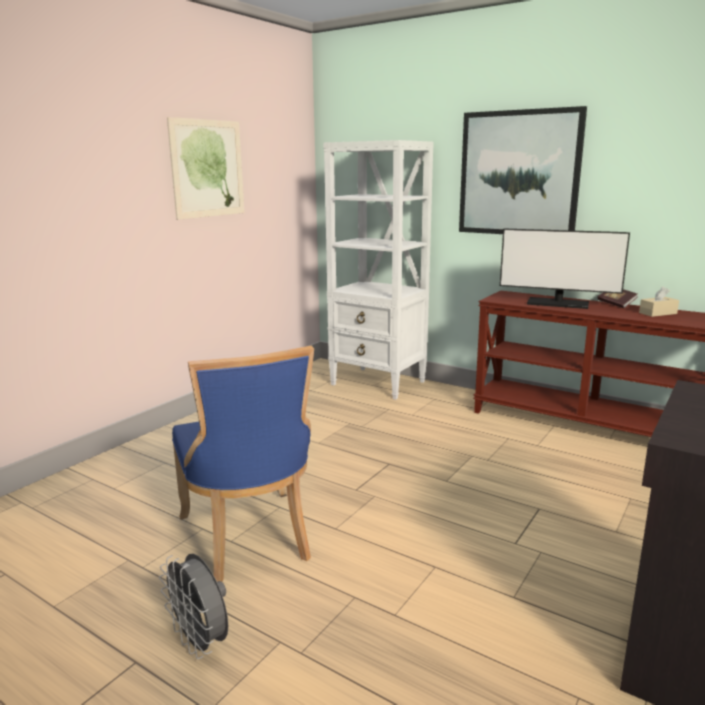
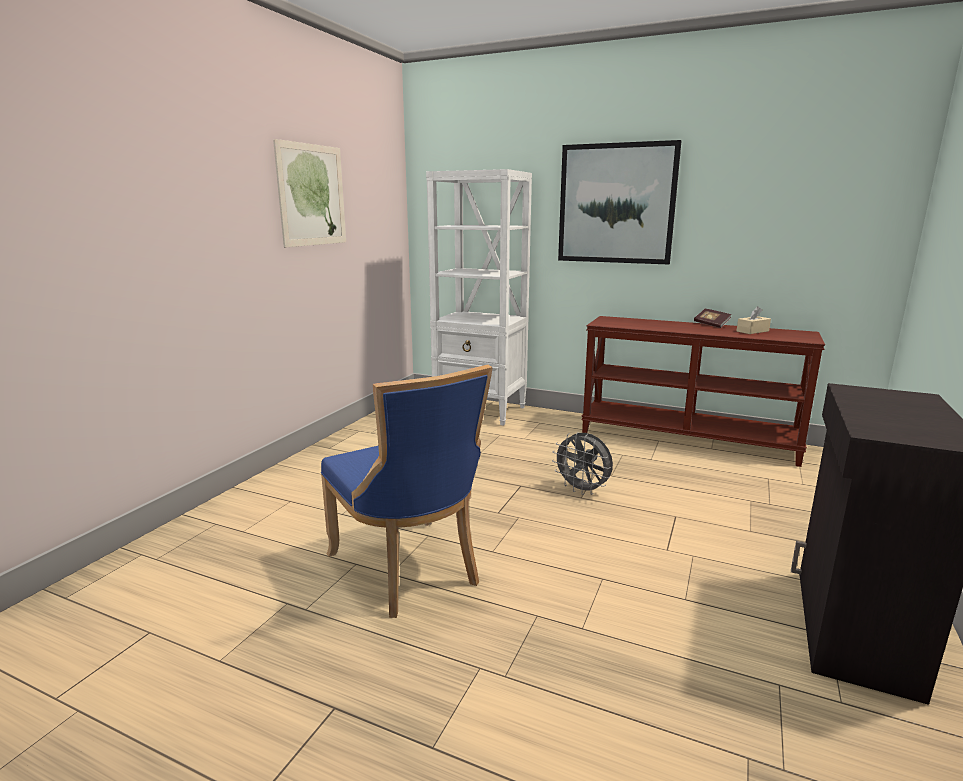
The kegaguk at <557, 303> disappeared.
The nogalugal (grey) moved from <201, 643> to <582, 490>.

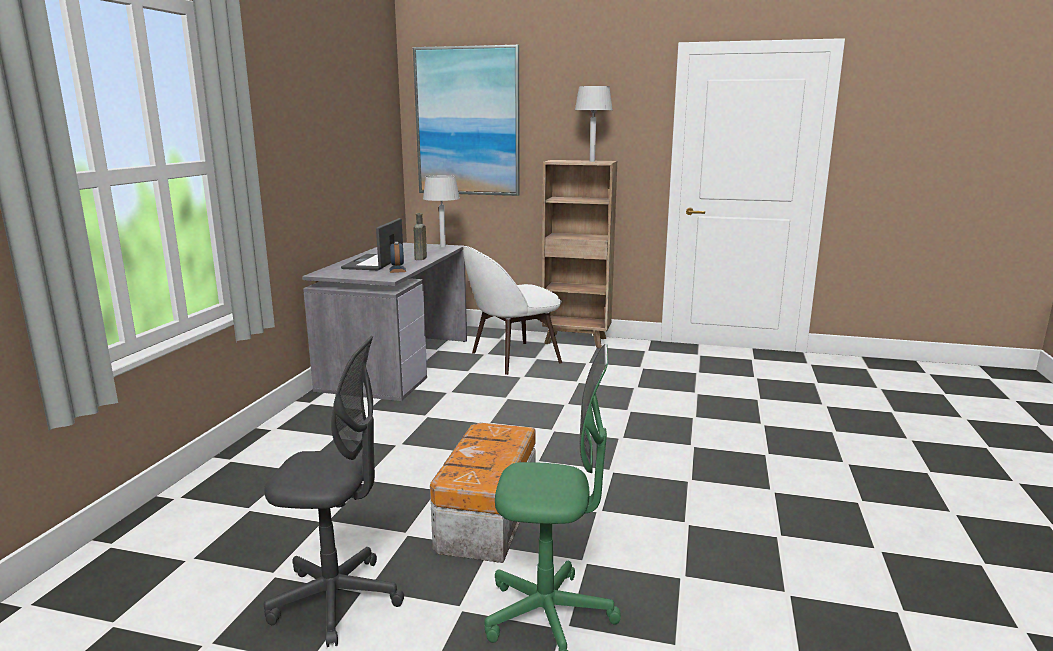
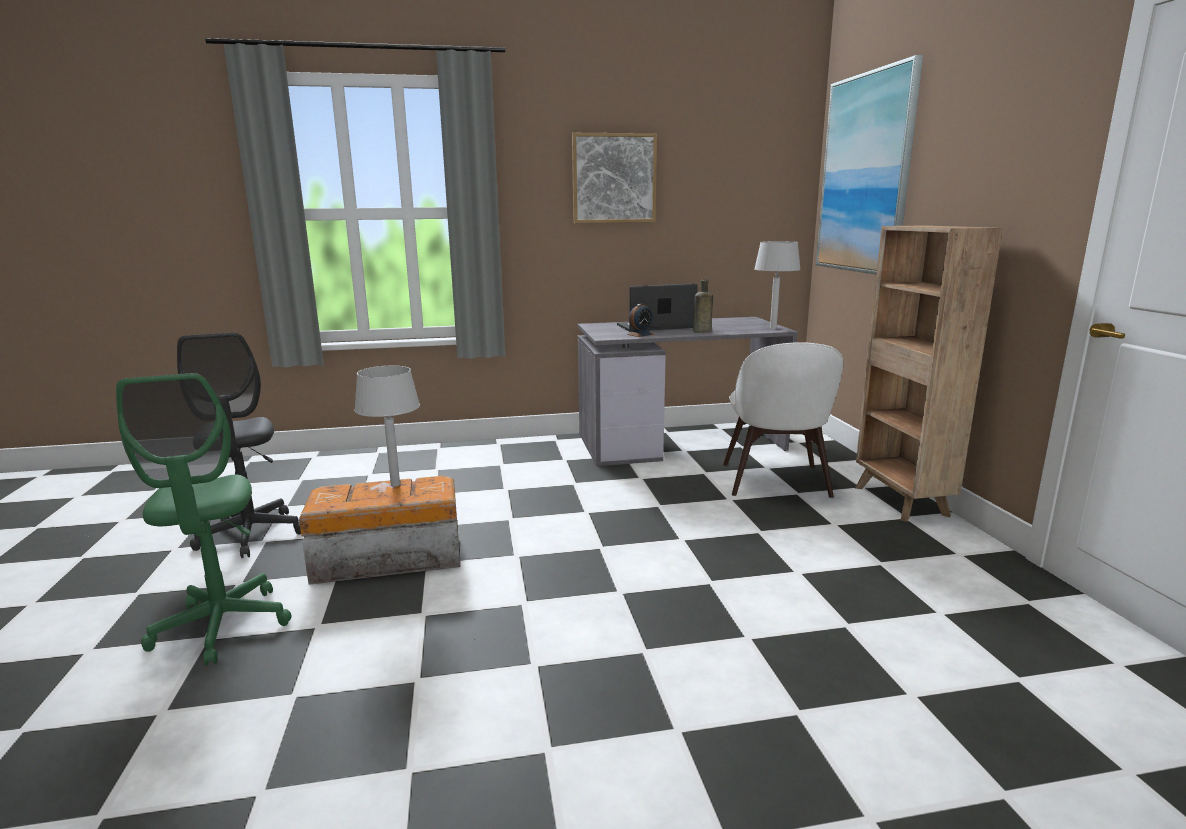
The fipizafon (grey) moved from <592, 161> to <394, 484>.
The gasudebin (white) at <512, 358> turned 120 degrees counterclockwise.
The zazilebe at <614, 178> appeared.

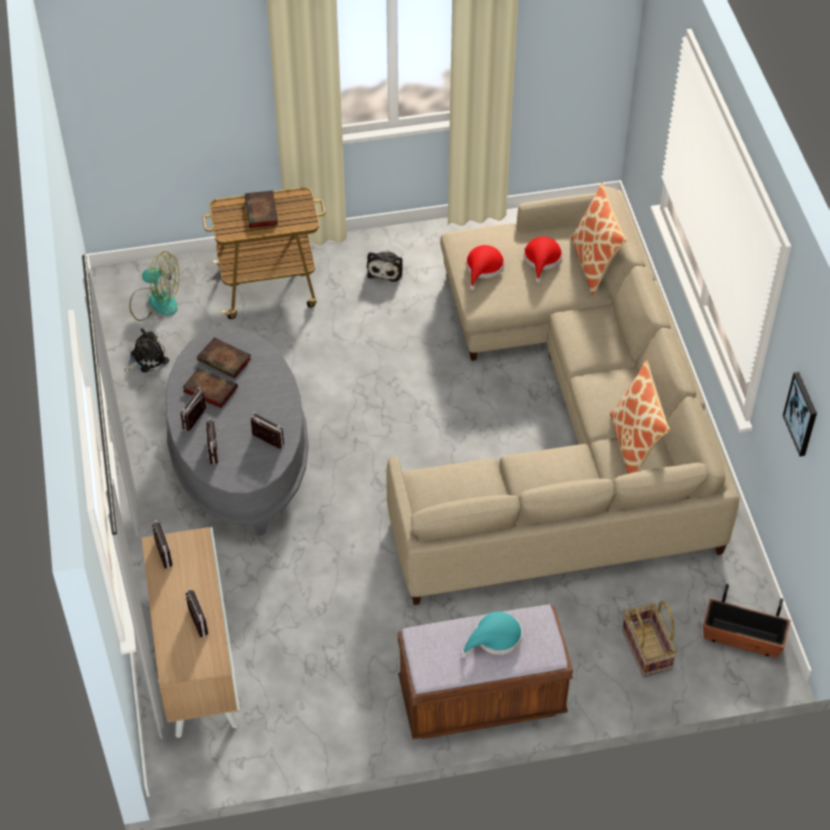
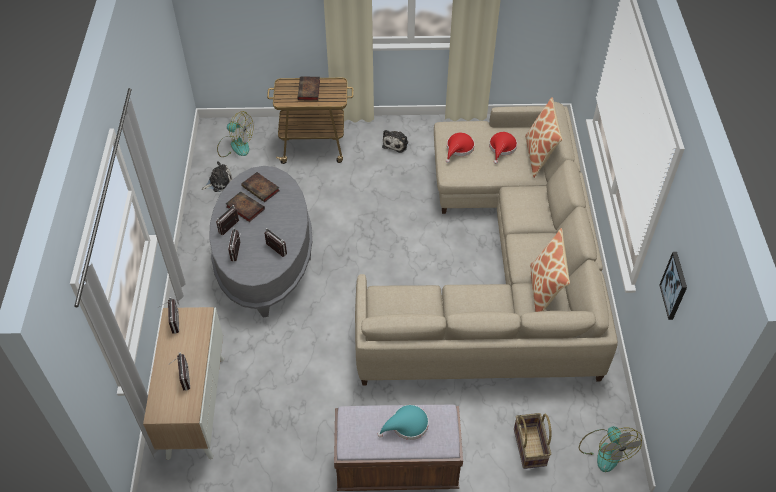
The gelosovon at <742, 638> was replaced by the nogalugal at <605, 450>.

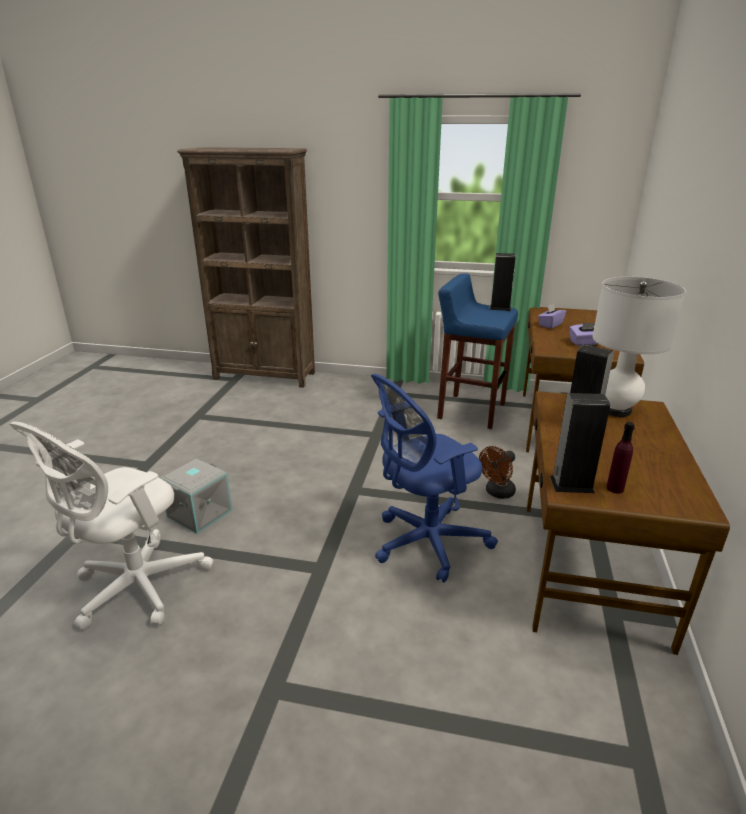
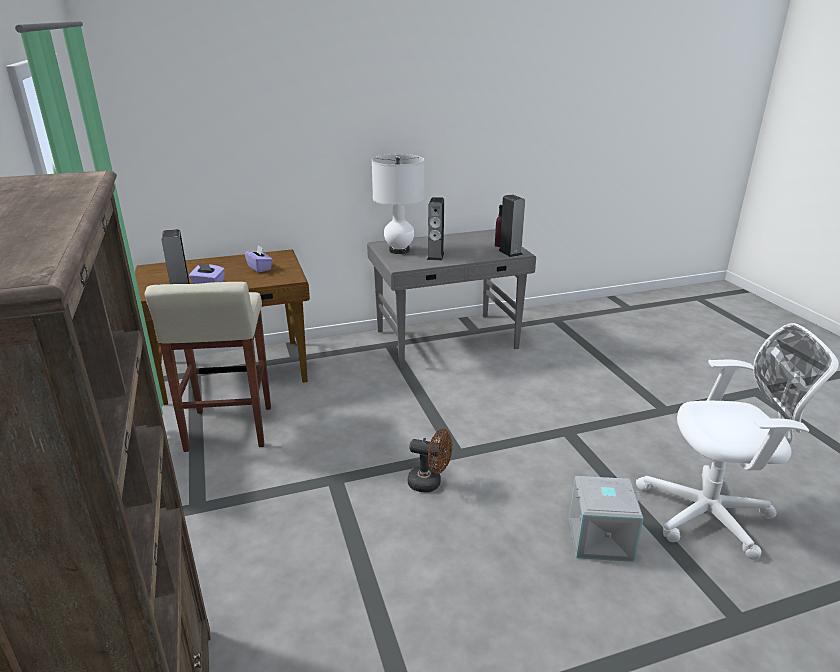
The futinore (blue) at <470, 411> became the futinore (beige) at <229, 429>.
The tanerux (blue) at <425, 543> disappeared.
The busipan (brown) at <588, 570> became the busipan (grey) at <447, 340>.
The nogalugal (brown) moved from <497, 493> to <430, 483>.

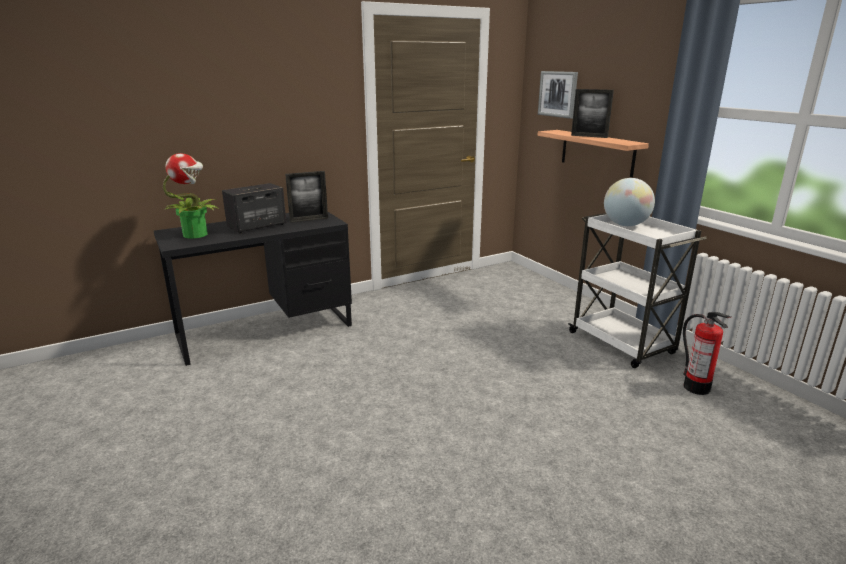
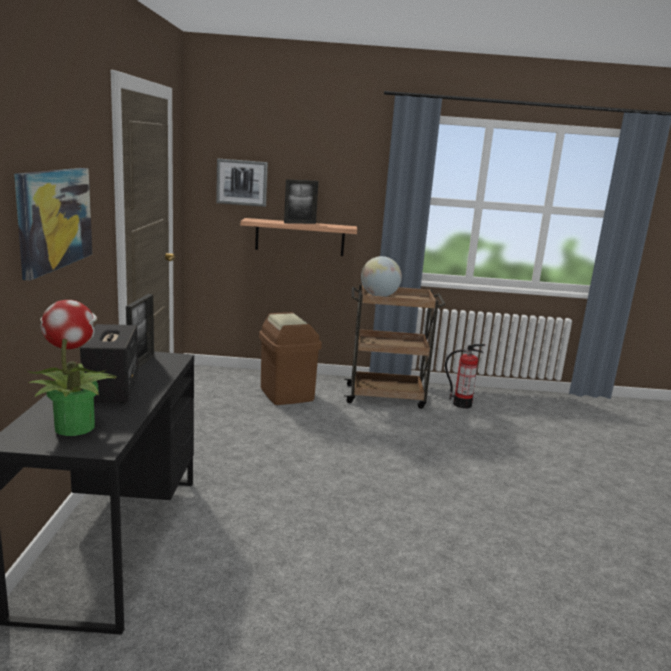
The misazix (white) at <622, 344> became the misazix (brown) at <386, 396>.
The zazilebe at <54, 219> appeared.
The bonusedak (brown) at <286, 394> appeared.

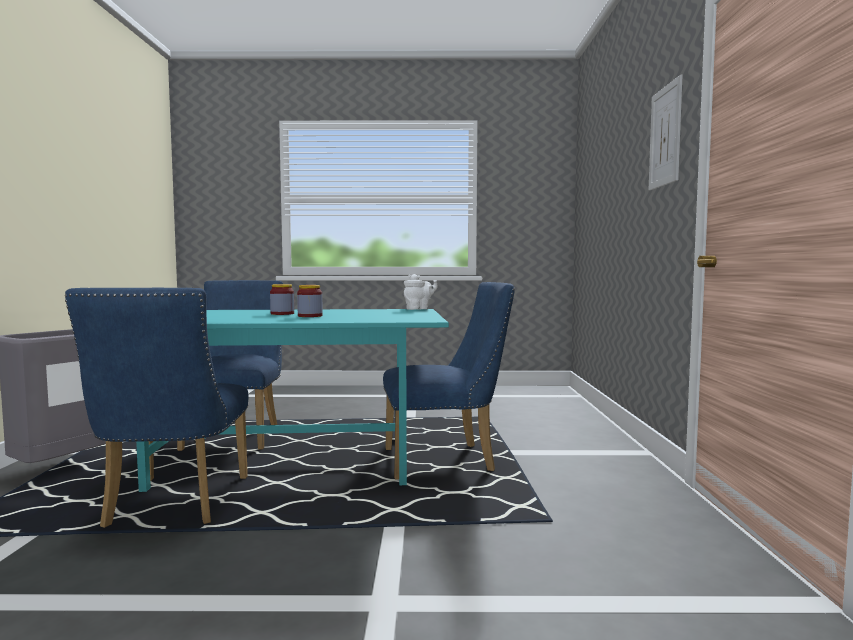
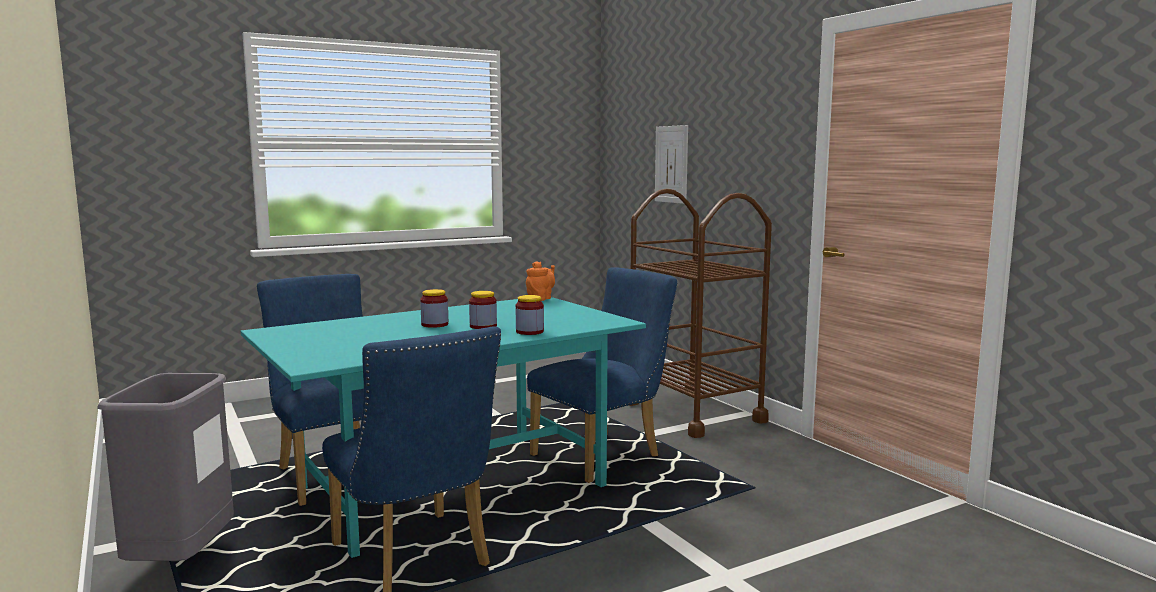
The zazilebe moved from <665, 136> to <671, 164>.
The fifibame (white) at <419, 309> became the fifibame (orange) at <541, 299>.
The misazix (brown) at <693, 412> appeared.
The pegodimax at <529, 332> appeared.

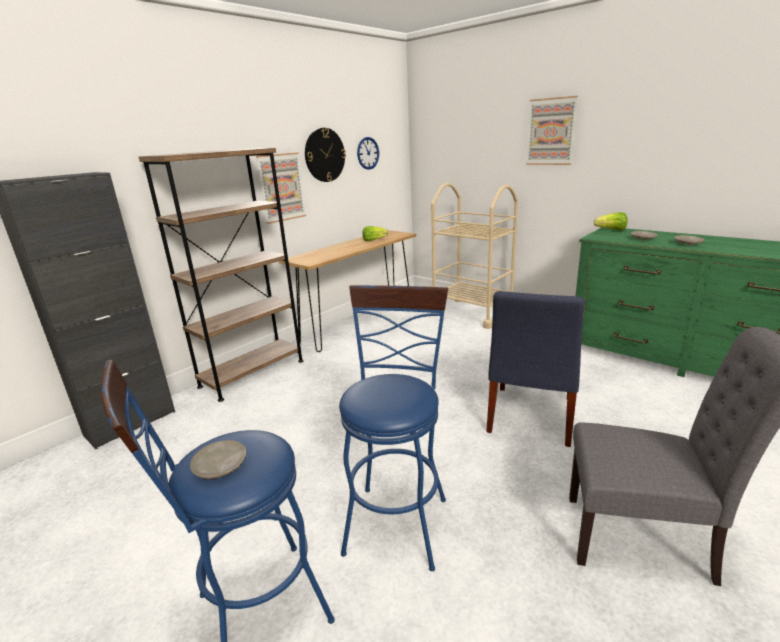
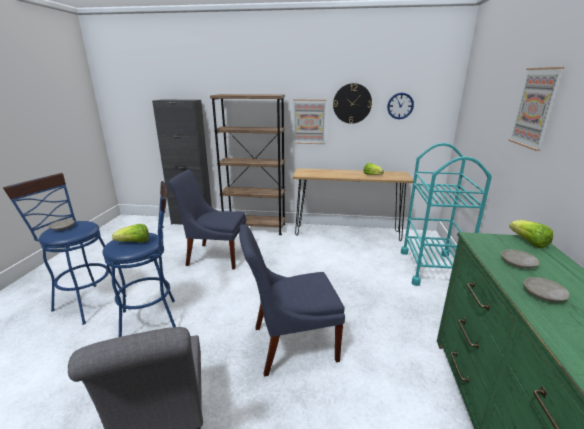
The misazix (beige) at <472, 313> became the misazix (turquoise) at <431, 268>.
The gasudebin (blue) at <214, 256> appeared.
The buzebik at <134, 242> appeared.

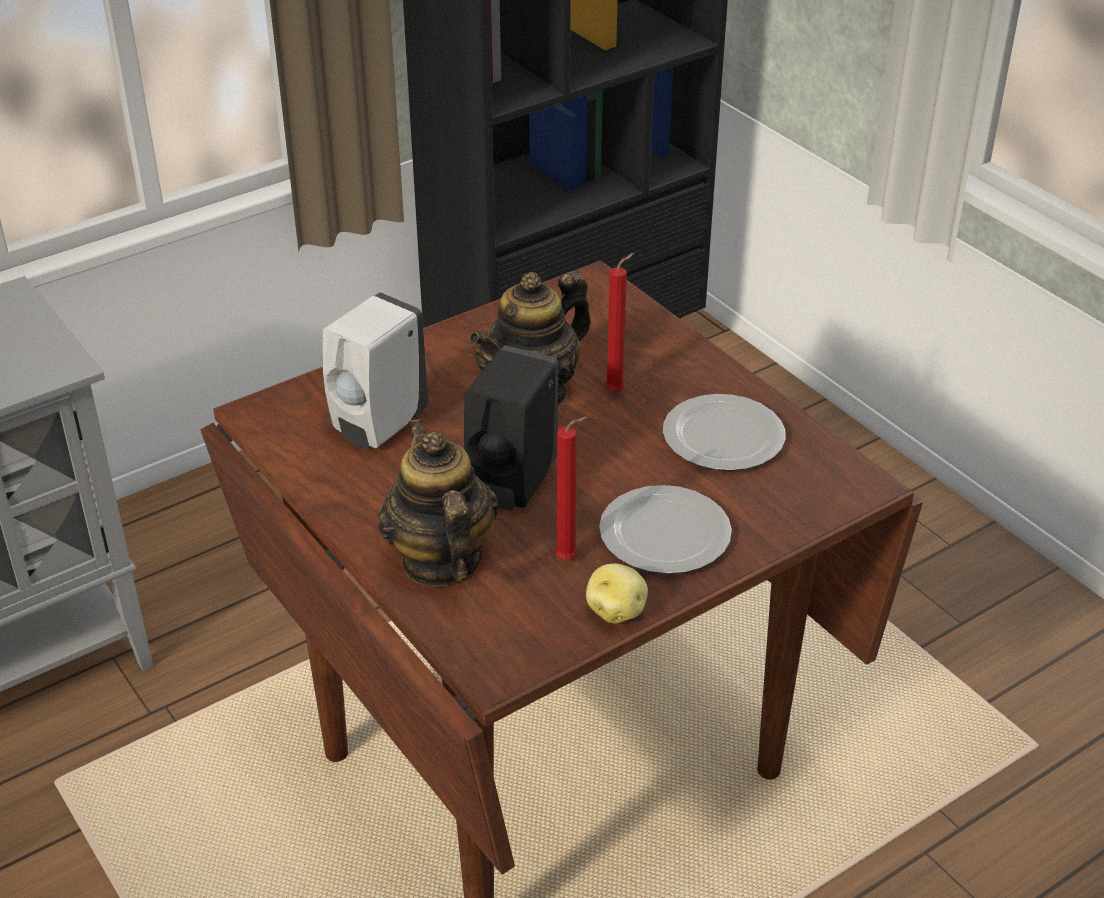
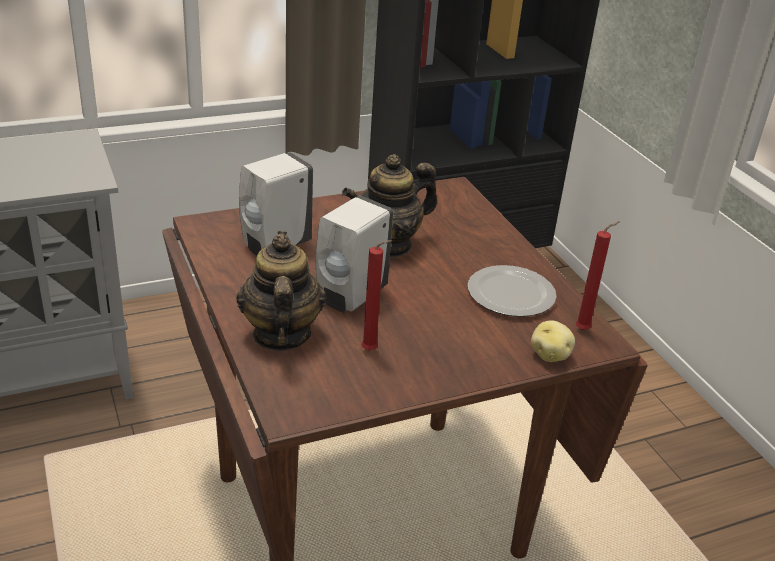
The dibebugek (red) moved from <617, 391> to <584, 330>.
The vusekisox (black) at <511, 485> became the vusekisox (white) at <350, 297>.
The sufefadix at <663, 535> disappeared.
The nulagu moved from <616, 611> to <550, 355>.

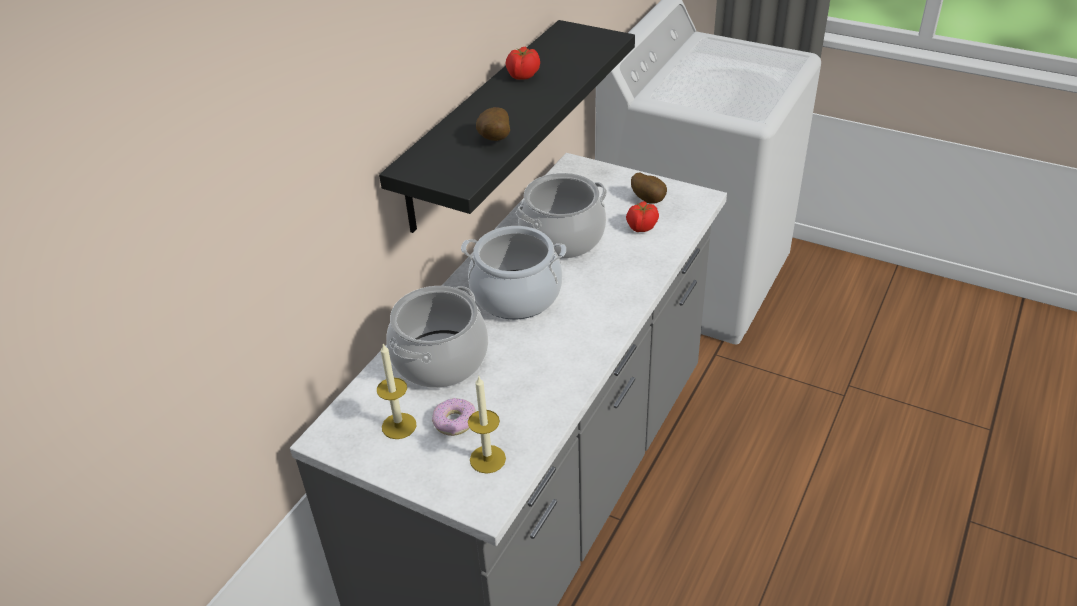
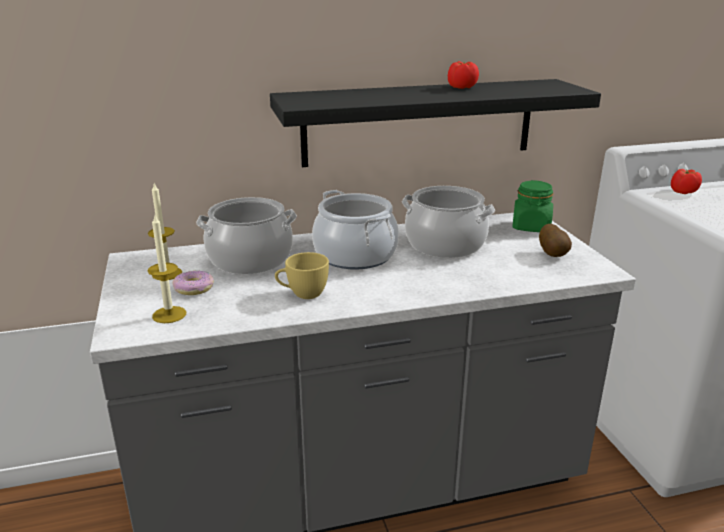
The nulagu at <494, 140> disappeared.
The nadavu moved from <641, 227> to <683, 192>.
The pegodimax (green) at <531, 227> appeared.
The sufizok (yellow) at <302, 294> appeared.

